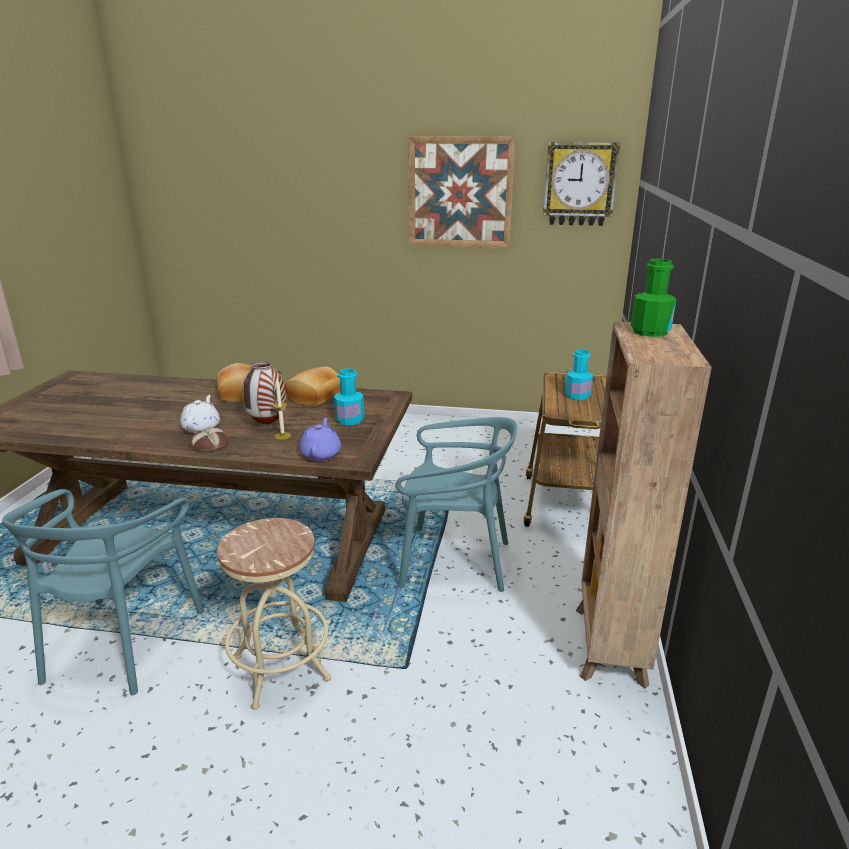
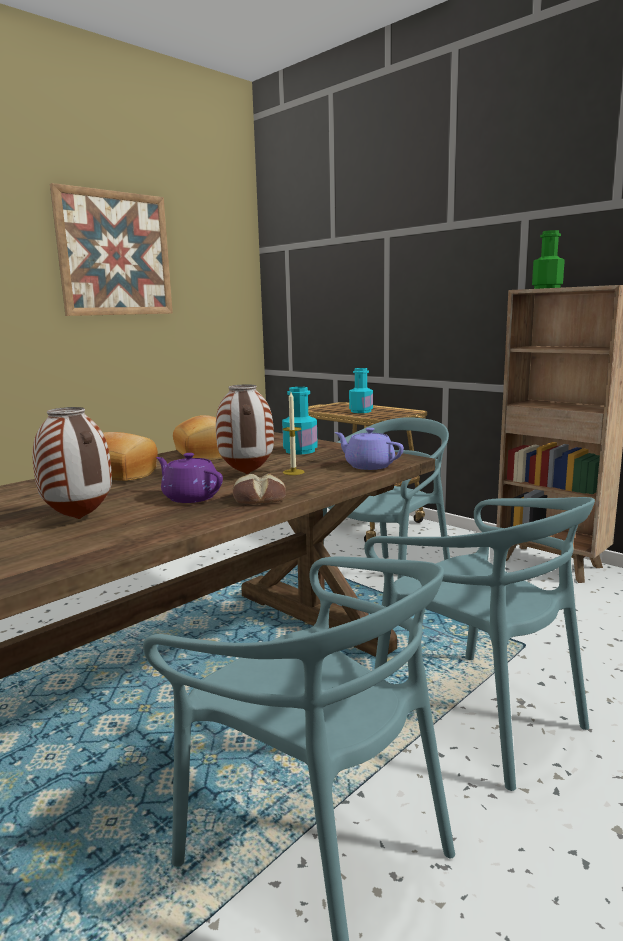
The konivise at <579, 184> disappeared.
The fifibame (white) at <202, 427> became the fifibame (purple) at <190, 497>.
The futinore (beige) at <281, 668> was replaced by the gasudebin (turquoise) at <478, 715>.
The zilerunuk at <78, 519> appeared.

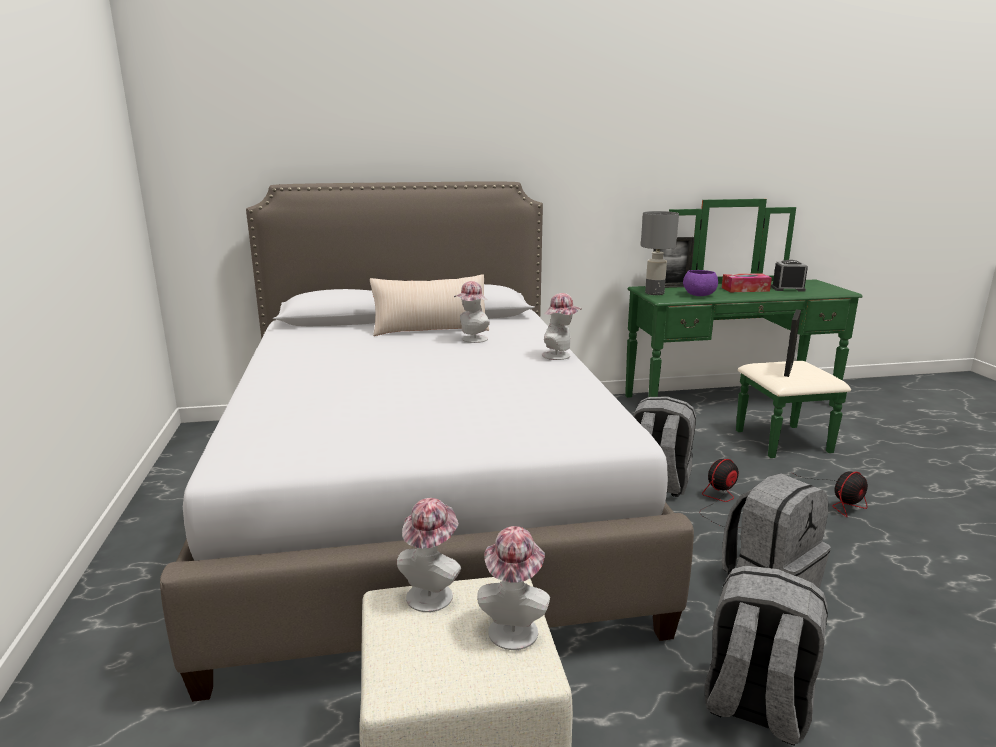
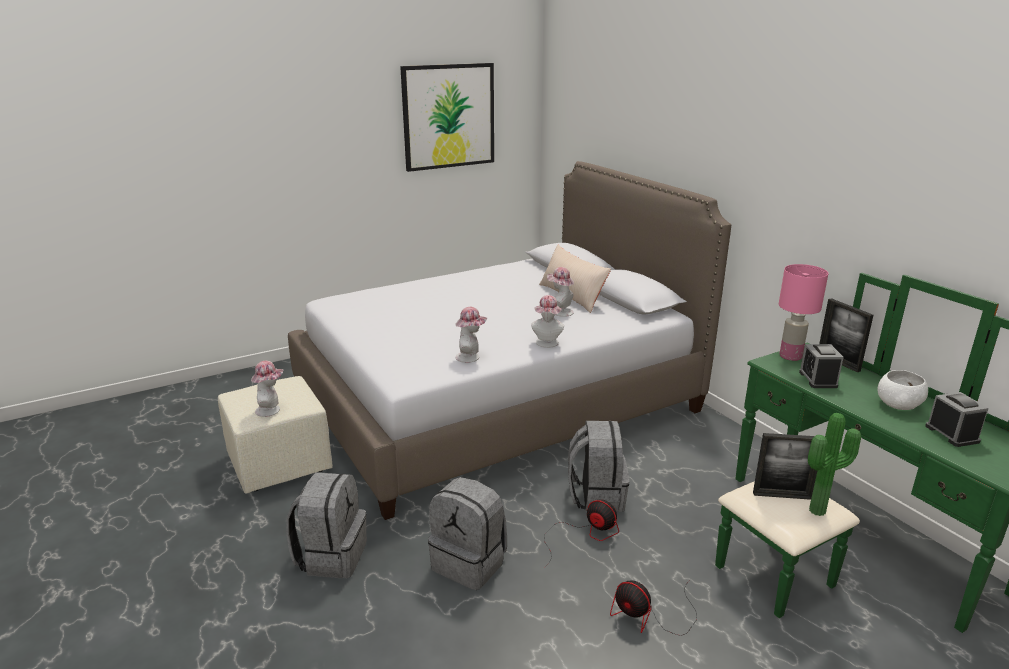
The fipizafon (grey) at <654, 293> became the fipizafon (pink) at <790, 356>.
The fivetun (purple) at <699, 295> was replaced by the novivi at <818, 379>.
The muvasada at <745, 289> was replaced by the fivetun (white) at <897, 405>.
The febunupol moved from <432, 592> to <470, 357>.
The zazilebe at <448, 116> appeared.
The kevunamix at <820, 512> appeared.

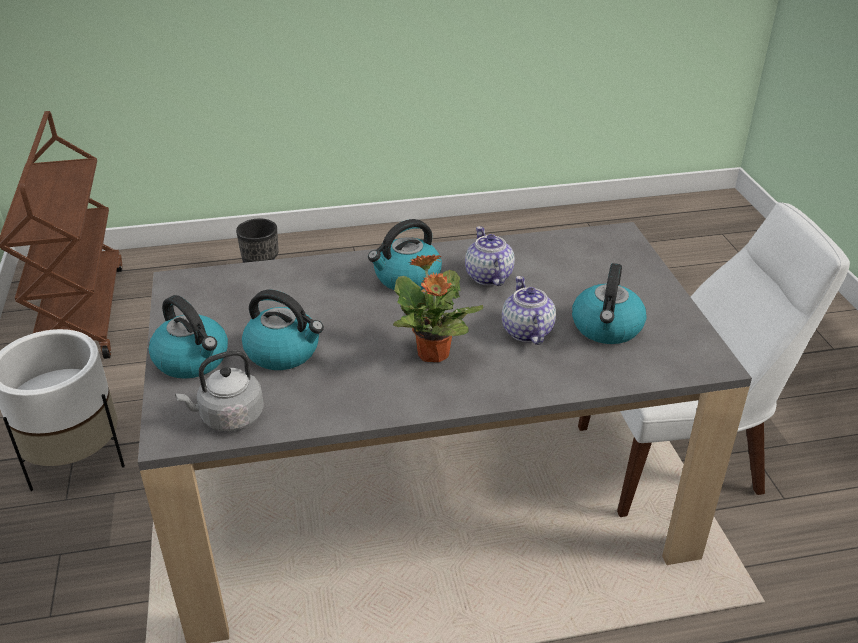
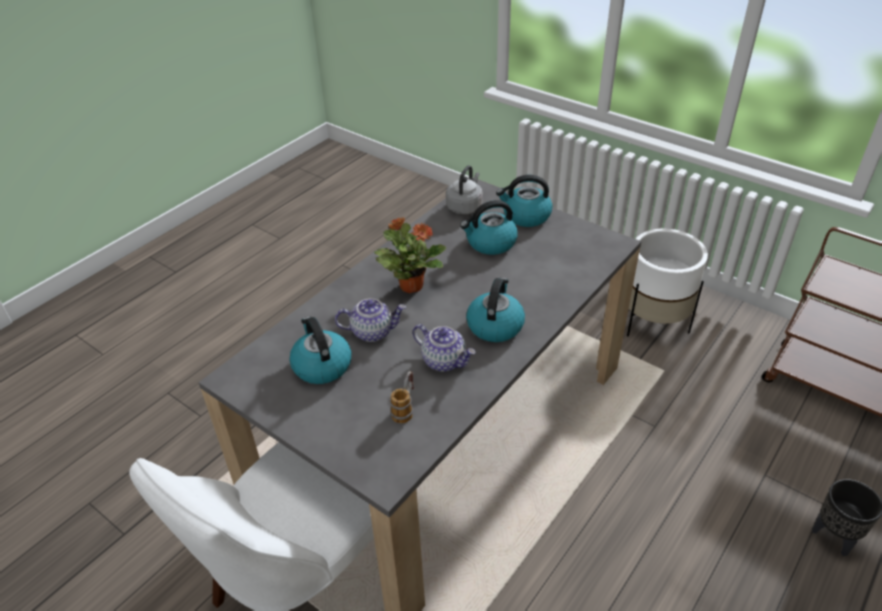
The fifibame at <526, 331> turned 45 degrees counterclockwise.
The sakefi at <405, 408> appeared.

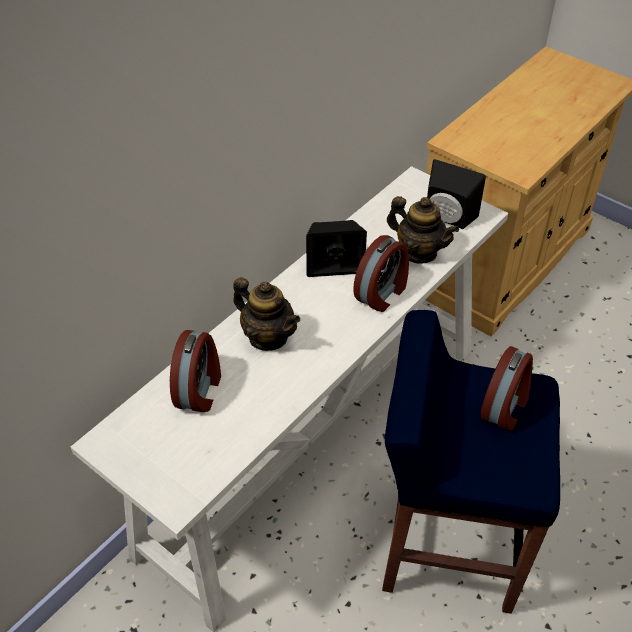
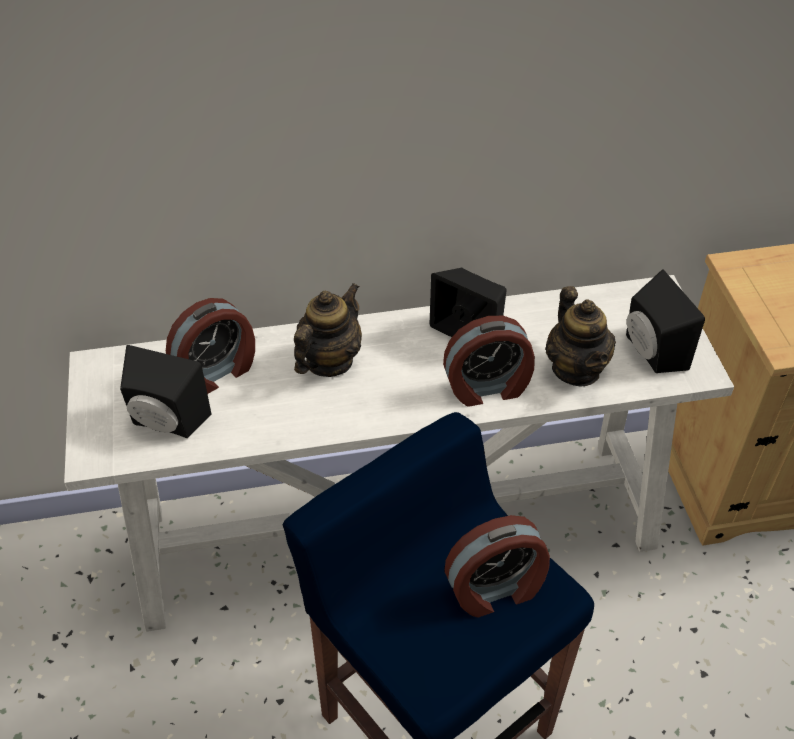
The fifibame at <268, 337> turned 135 degrees counterclockwise.
The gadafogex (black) at <166, 423> appeared.

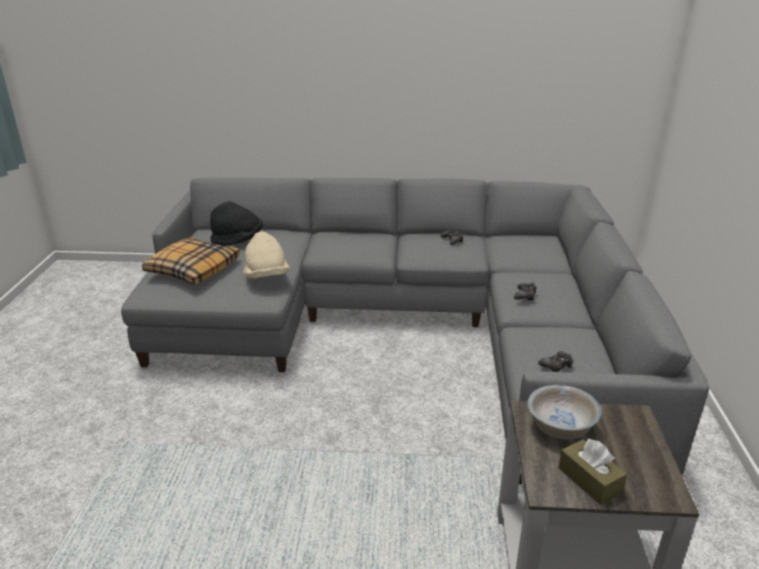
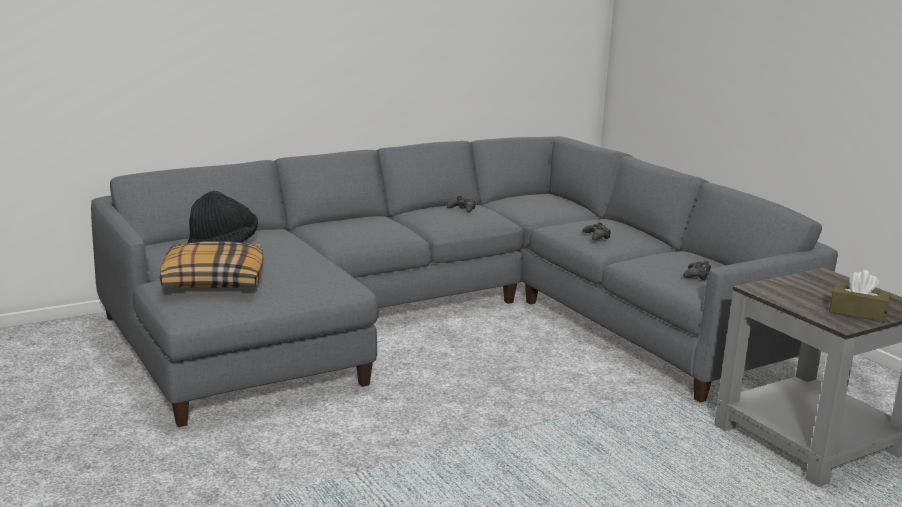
The febunupol (beige) at <266, 277> disappeared.
The fivetun (white) at <561, 427> disappeared.

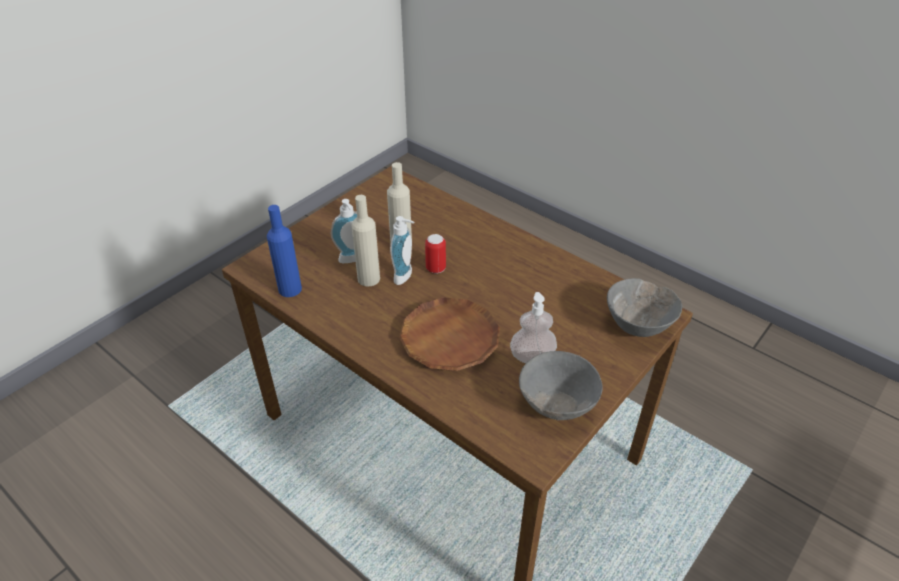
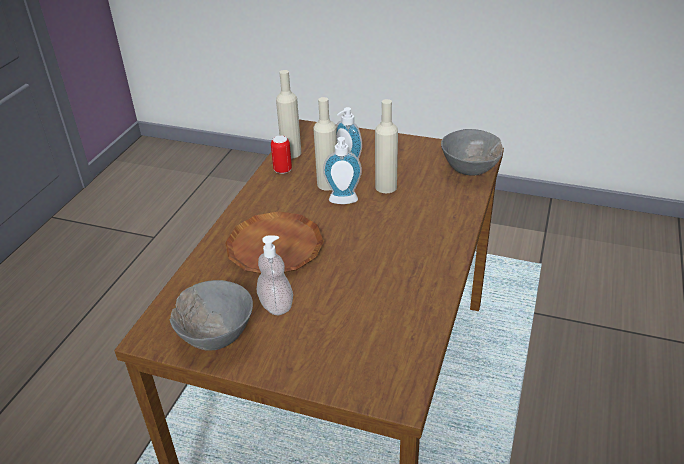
The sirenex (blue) at <290, 289> became the sirenex (beige) at <291, 153>.
The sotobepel moved from <435, 268> to <282, 170>.
The fivetun (grey) moved from <638, 326> to <470, 171>.

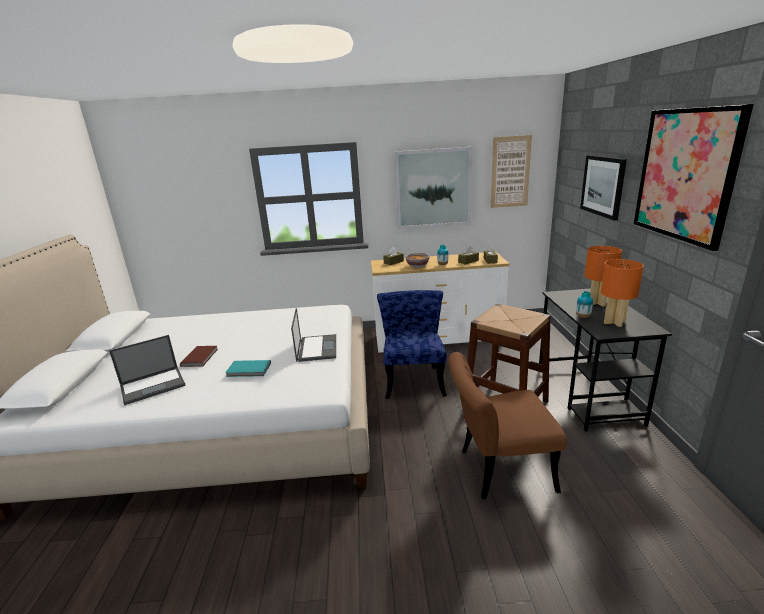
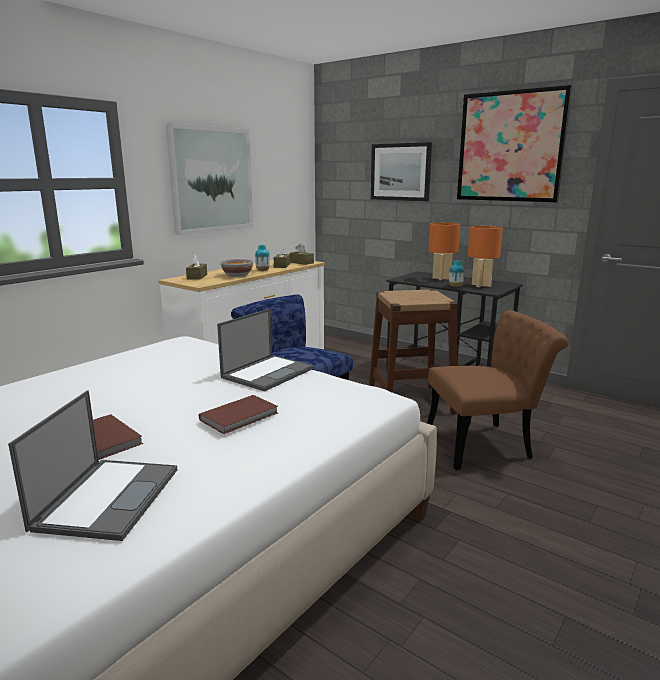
The zazilebe at <510, 172> disappeared.
The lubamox at <316, 348> turned 90 degrees clockwise.
The gasudebin (brown) at <497, 469> turned 135 degrees counterclockwise.
The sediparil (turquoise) at <249, 370> became the sediparil (brown) at <241, 416>.

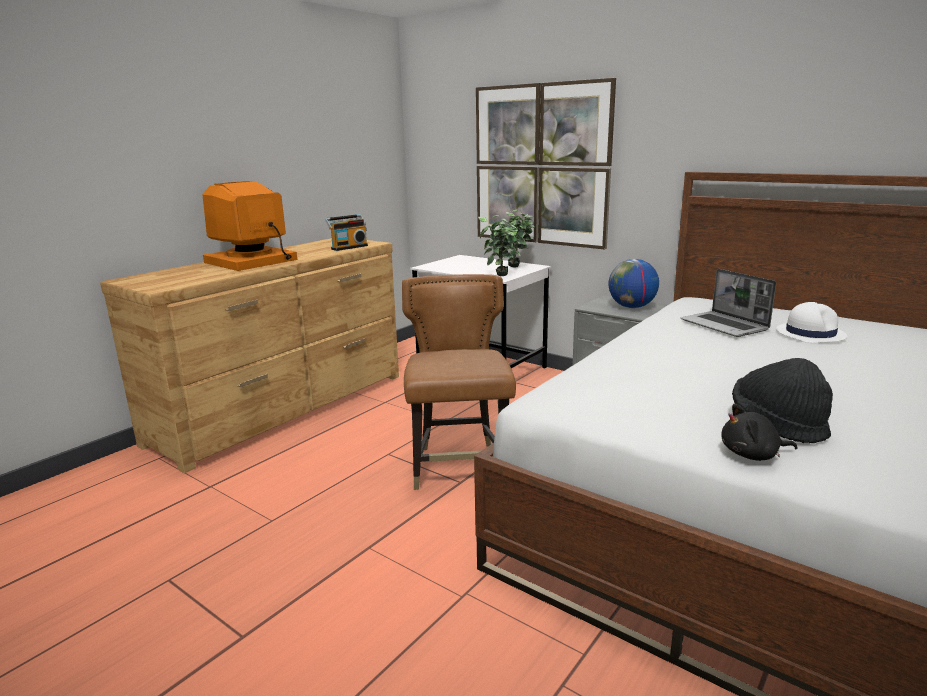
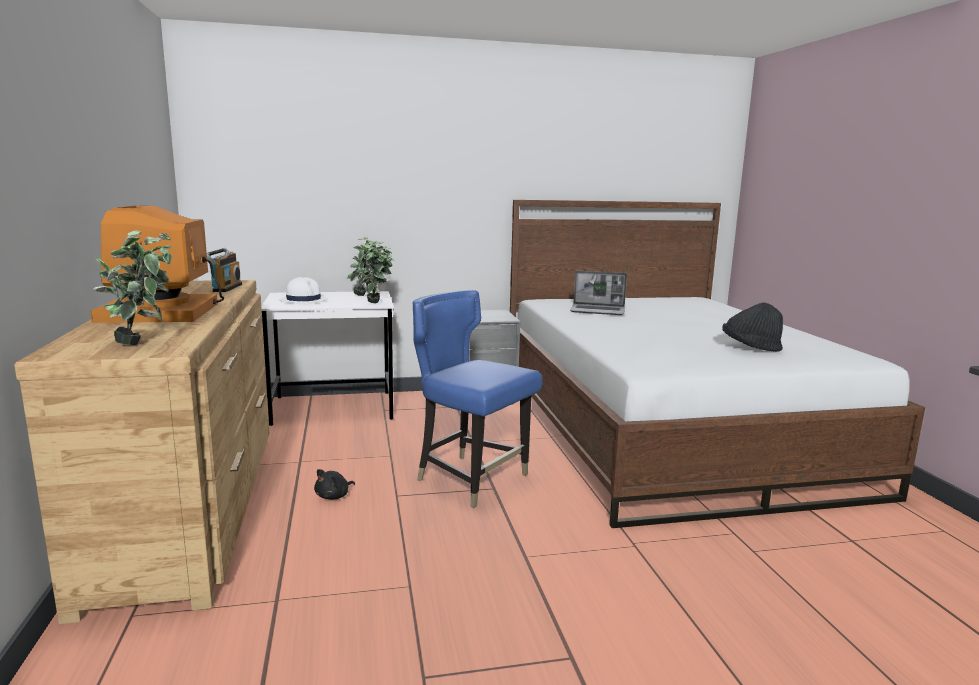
The zazilebe at <540, 165> disappeared.
The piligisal at <631, 307> disappeared.
The gasudebin (brown) at <460, 466> became the gasudebin (blue) at <471, 479>.
The febunupol (white) moved from <810, 333> to <303, 300>.
The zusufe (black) moved from <752, 455> to <334, 496>.
The kevunamix at <144, 342> appeared.

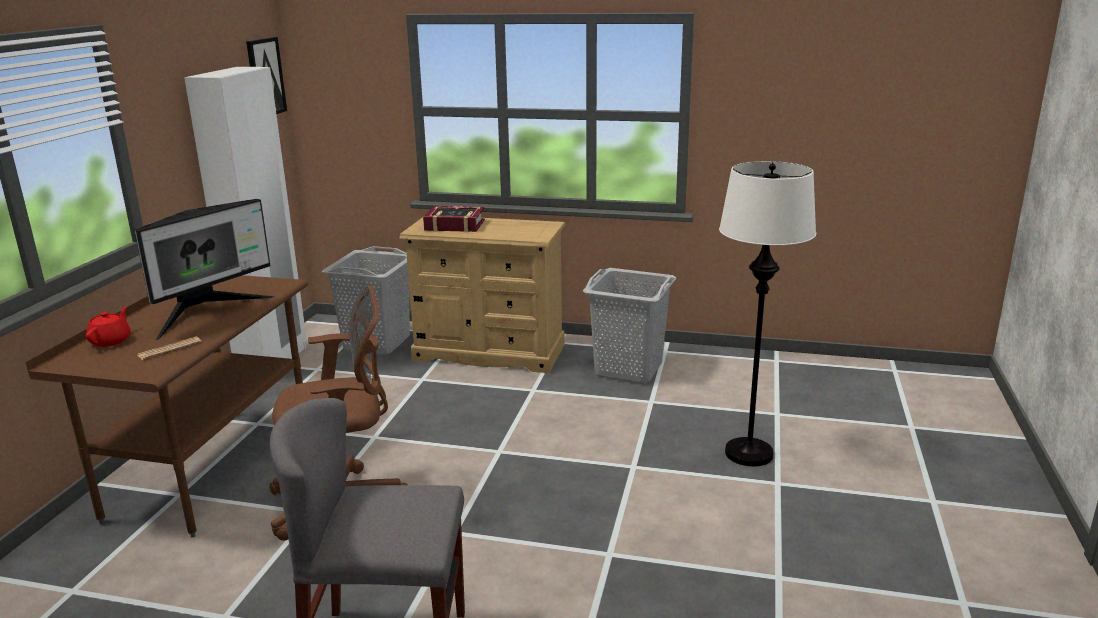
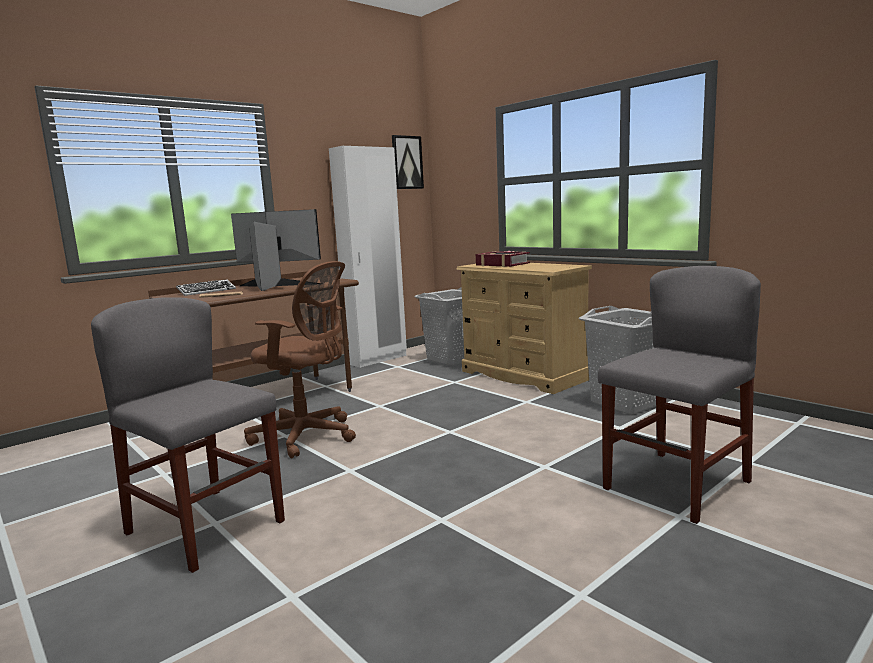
The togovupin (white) at <749, 453> was replaced by the gasudebin (grey) at <676, 485>.
The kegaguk at <209, 313> turned 150 degrees counterclockwise.
The fifibame (red) at <111, 341> was replaced by the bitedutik at <206, 291>.

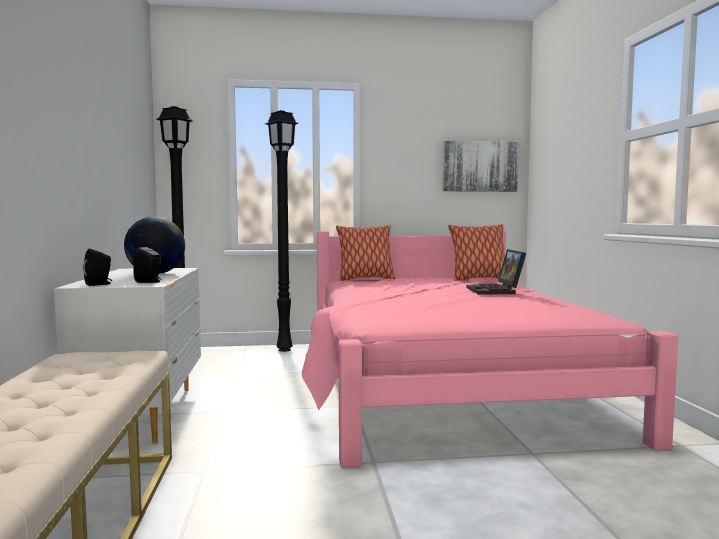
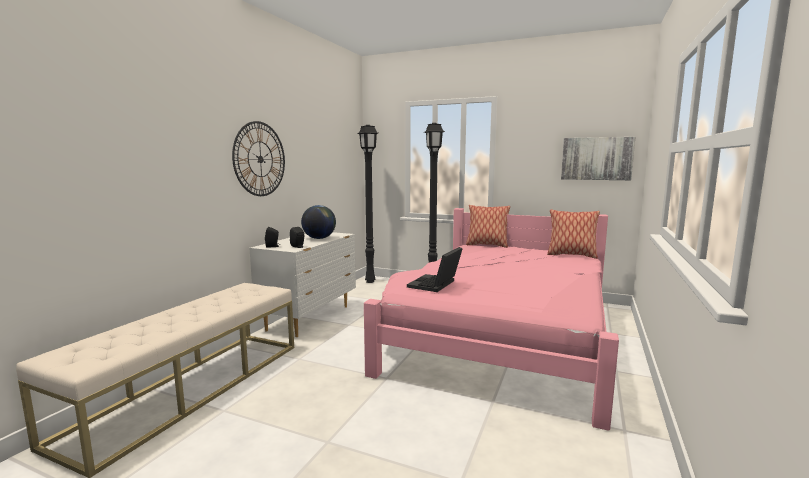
The lubamox moved from <496, 291> to <435, 285>.
The konivise at <260, 159> appeared.

